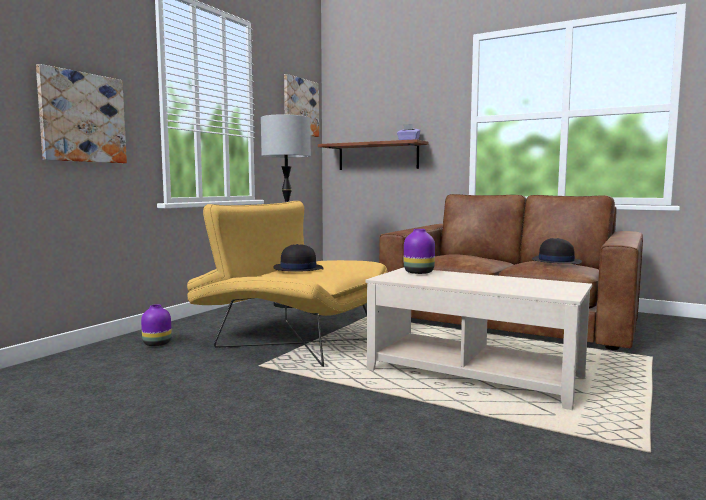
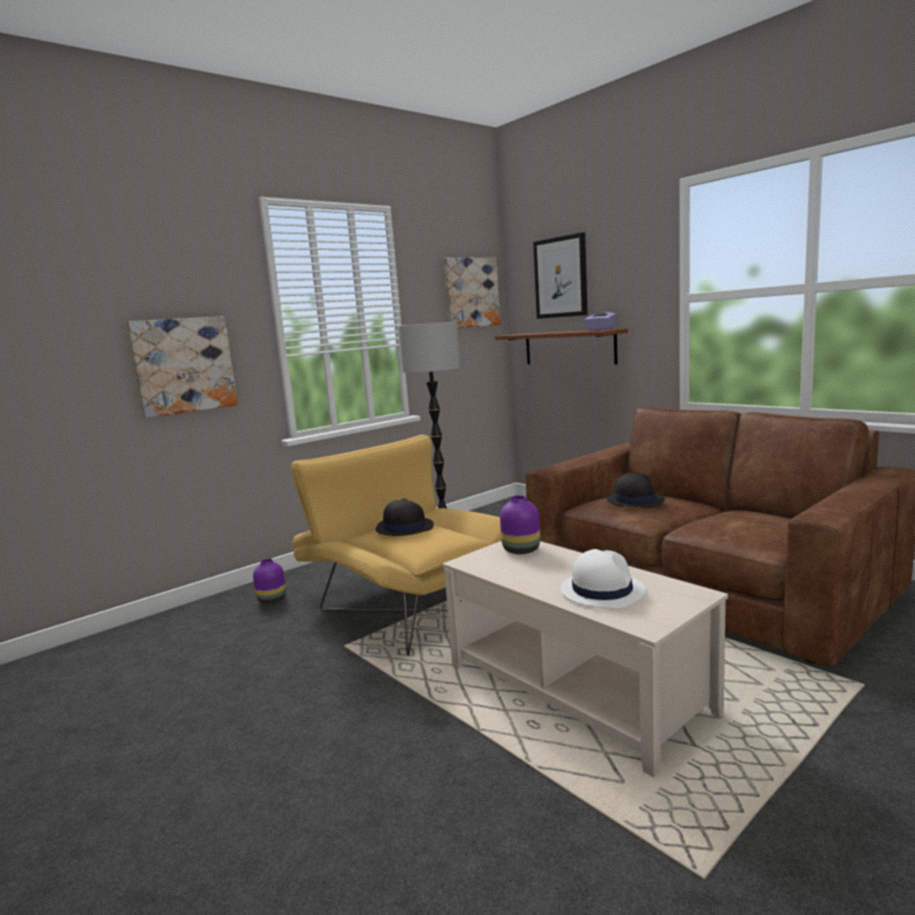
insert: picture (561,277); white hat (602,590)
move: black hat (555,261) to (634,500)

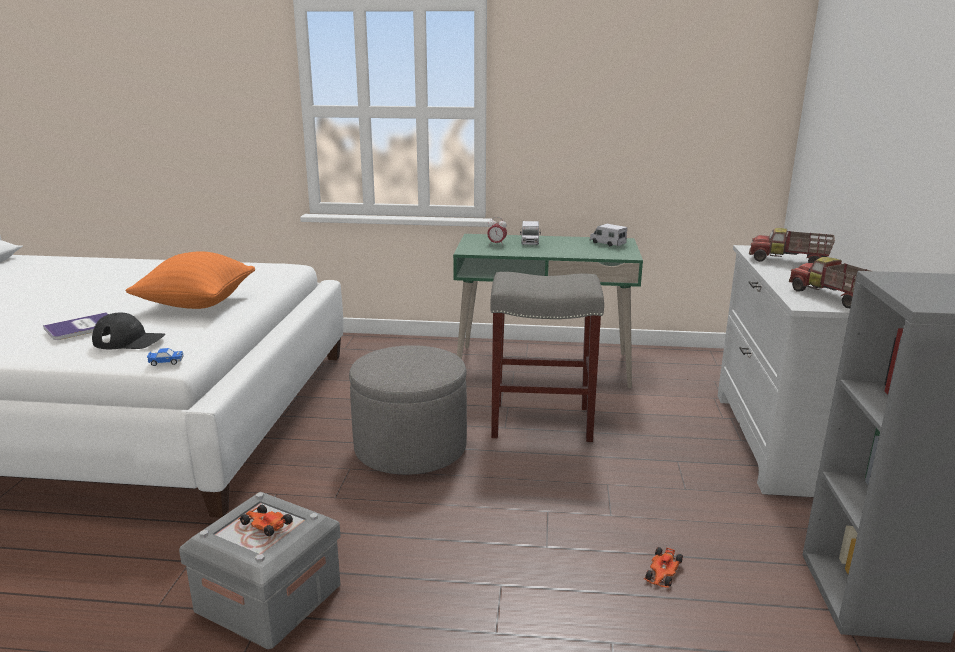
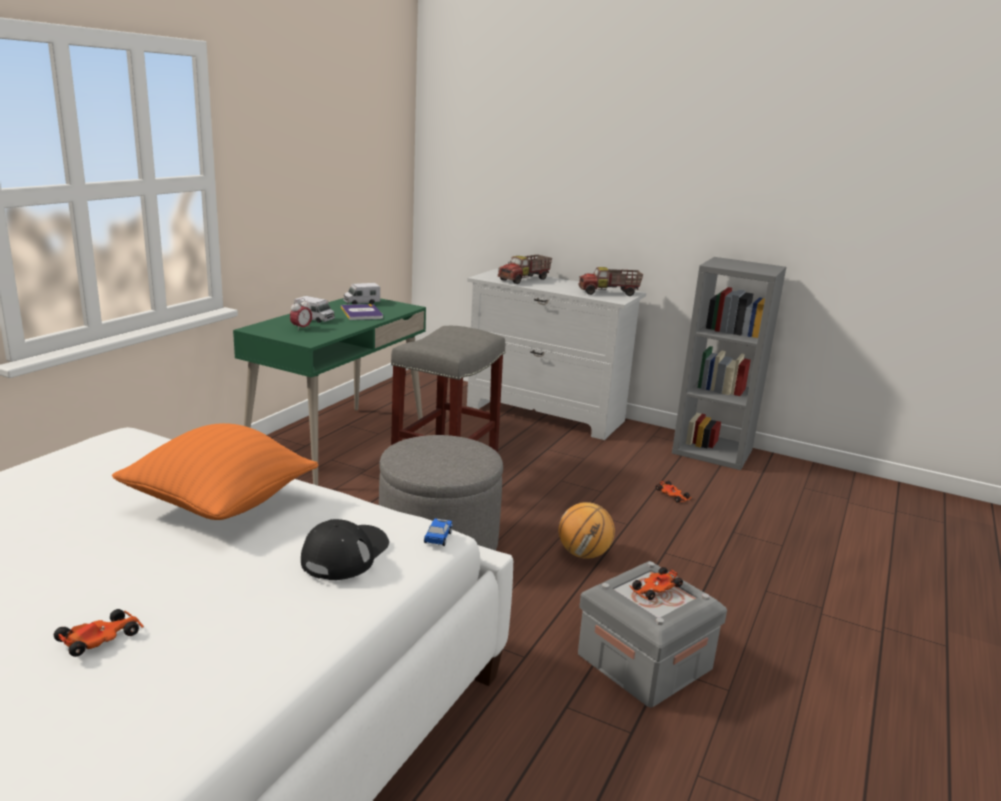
insert: toy car (101,639); basketball (584,554)
move: book (82,327) to (362,313)

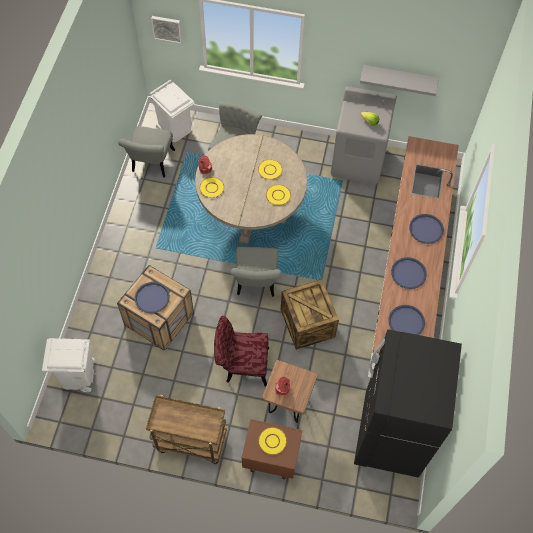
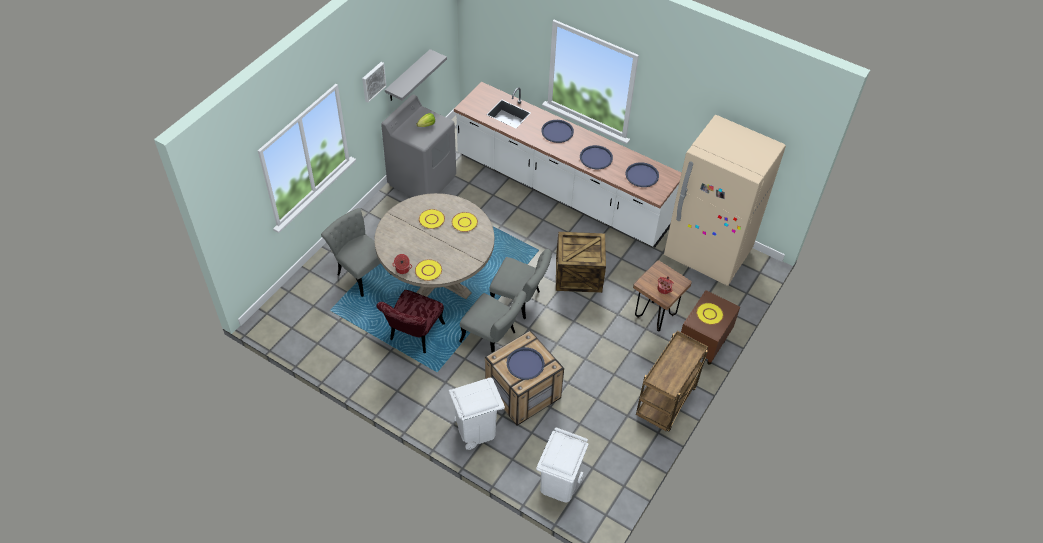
move: grey chair (151,165) to (493,339); white trash can (175,129) to (476,430); picture (167,28) to (373,81); red chair (242,365) to (414,336)
recolor: black fridge (390,435) to beige fridge (707,254)

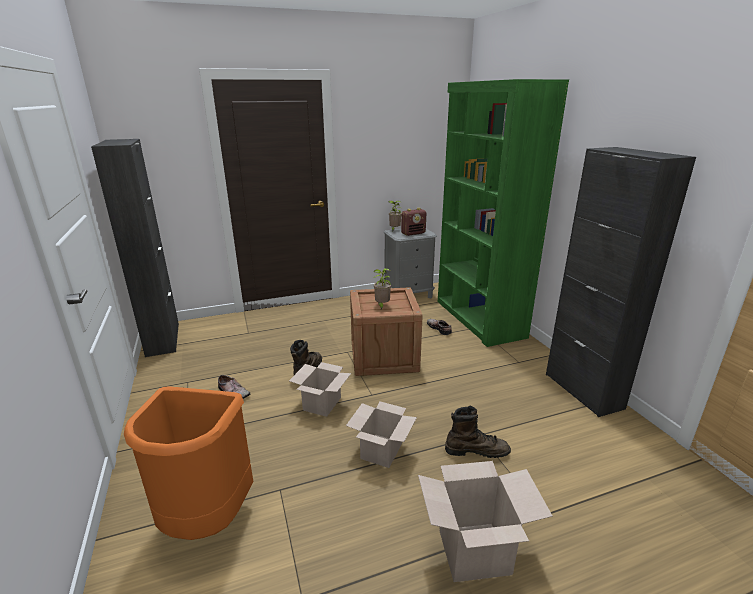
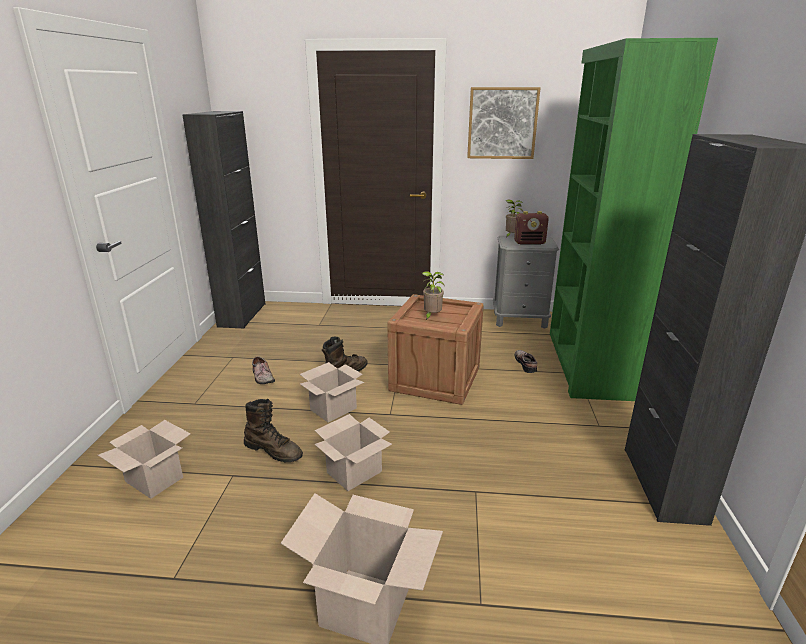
insert: picture (502,123)
move: brown boot (476,451) to (274,451)
replace: orange trash can (206,520) to cardboard box (156,479)

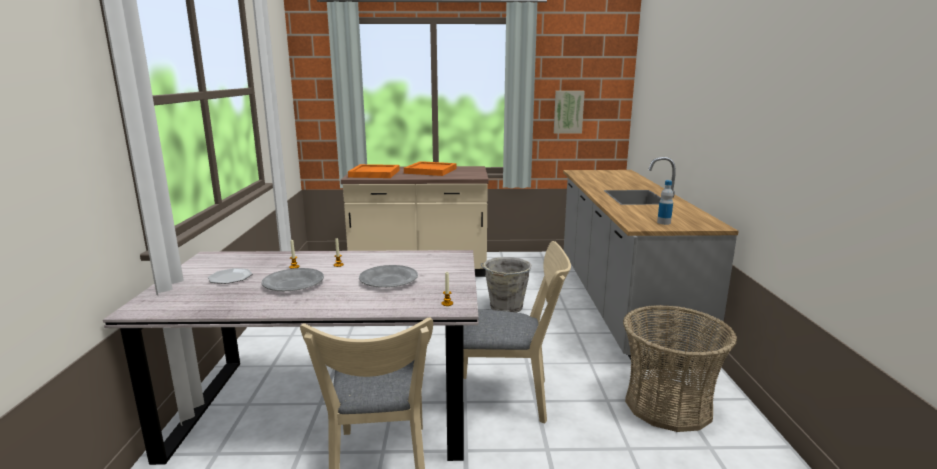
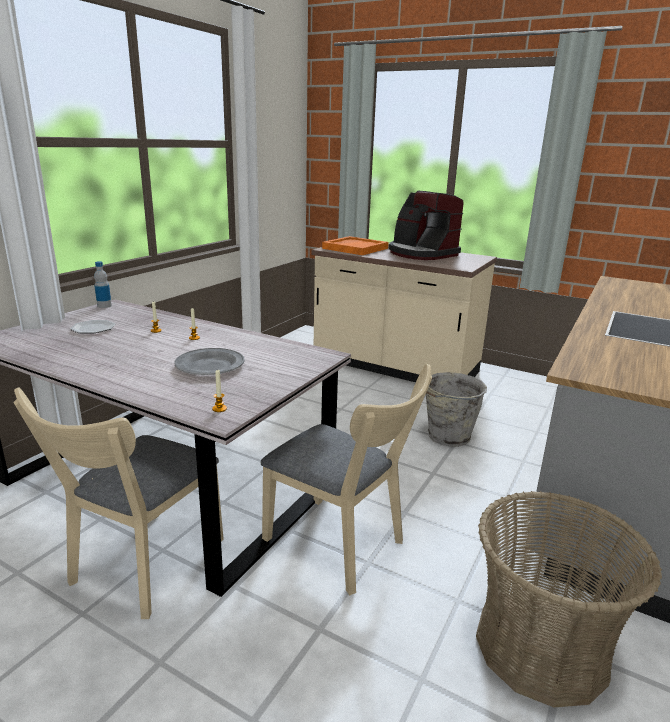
delete: grey plate (294,283); picture (568,112)
move: bottle (663,222) to (104,306)
replace: orange tray (431,171) to coffee machine (421,253)

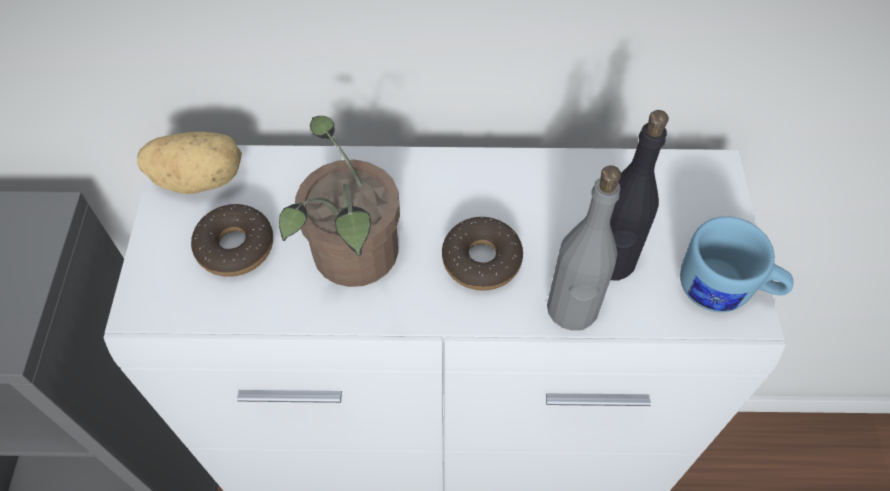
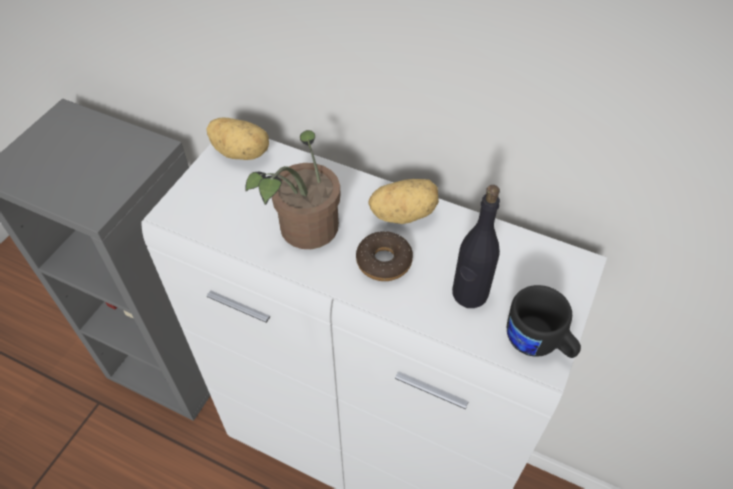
delete: donut (235,247); grey bottle (572,309)
insert: potato (403,213)
recolor: blue mug (725,291) to black mug (538,343)

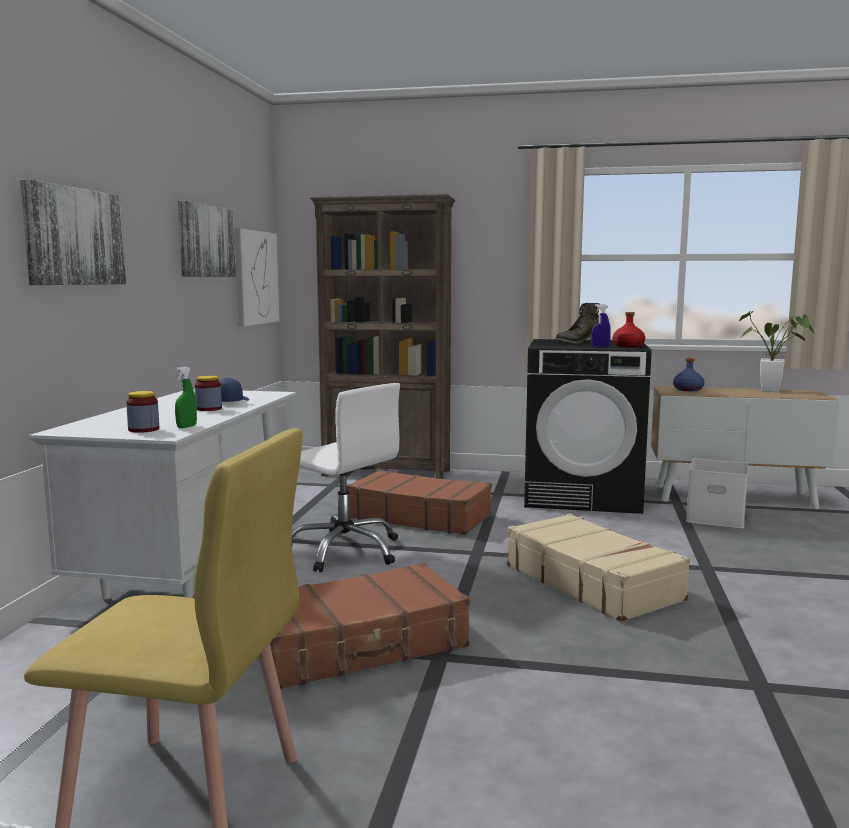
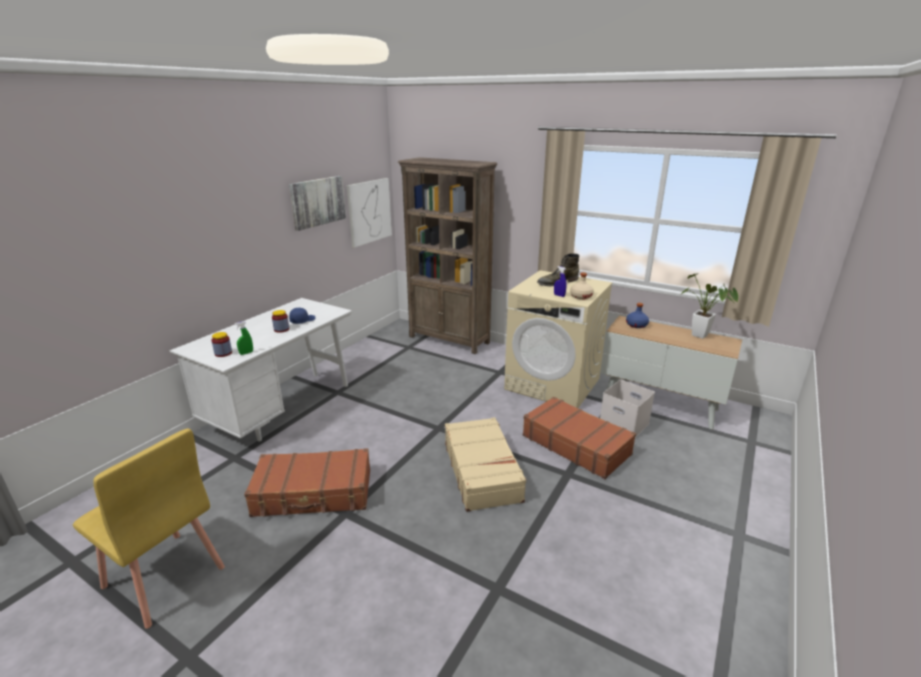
delete: picture (74,237); white office chair (345,550)
move: brown suitcase (419,516) to (576,444)
recolor: black washing machine (583,495) to beige washing machine (553,384); red bottle (628,346) to beige bottle (581,296)

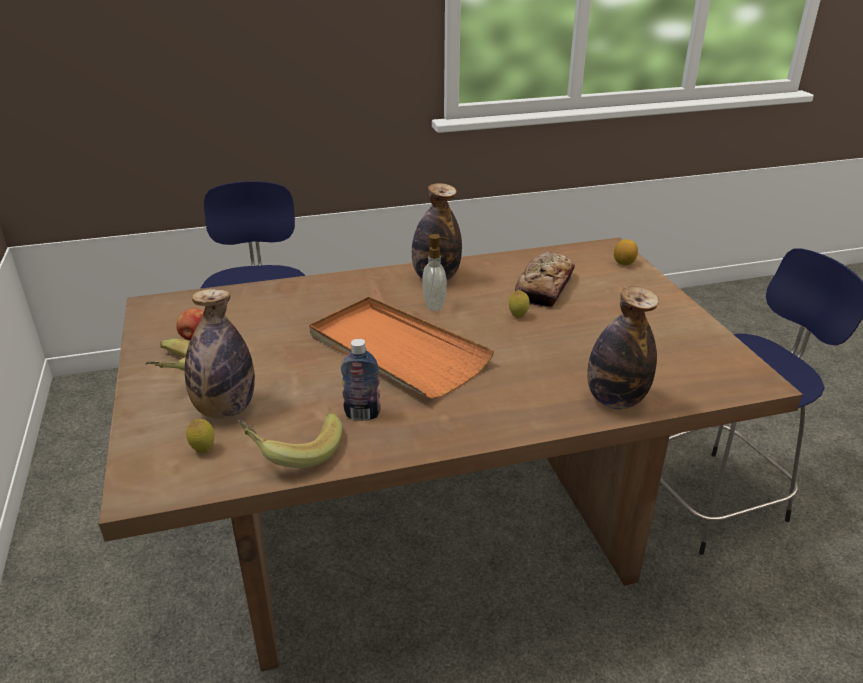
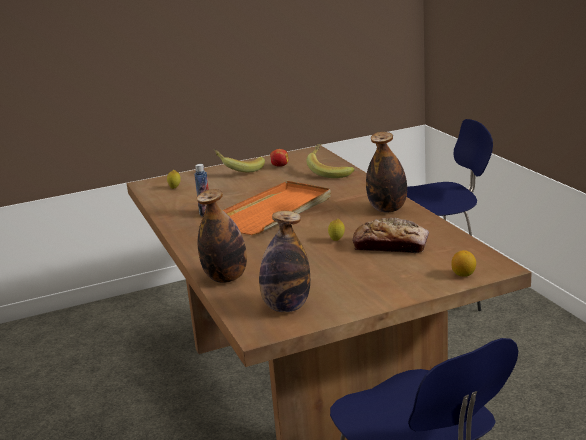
delete: soap dispenser (435,305)
move: bottle (225,409) to (286,307); banana (293,450) to (330,172)

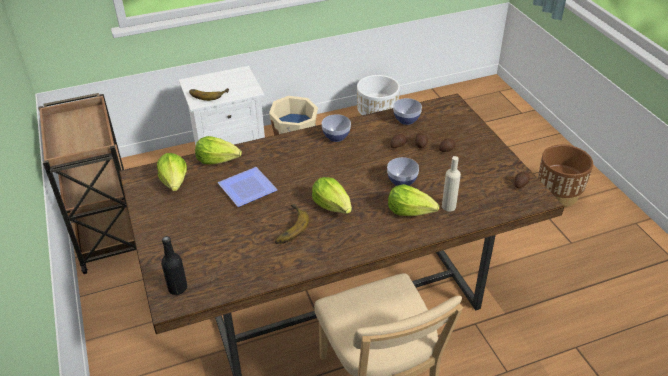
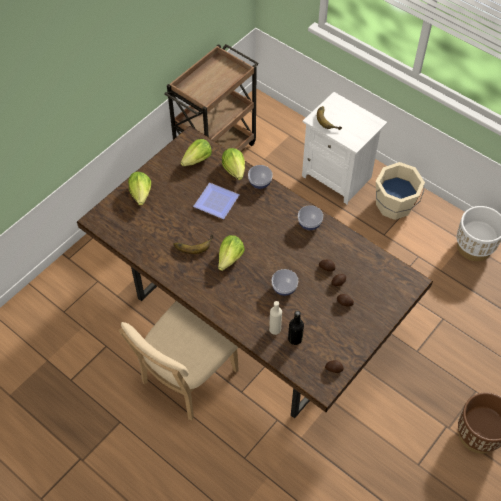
move: black bottle (177,288) to (295,339); lettuce (410,211) to (141,194); bowl (406,120) to (260,183)

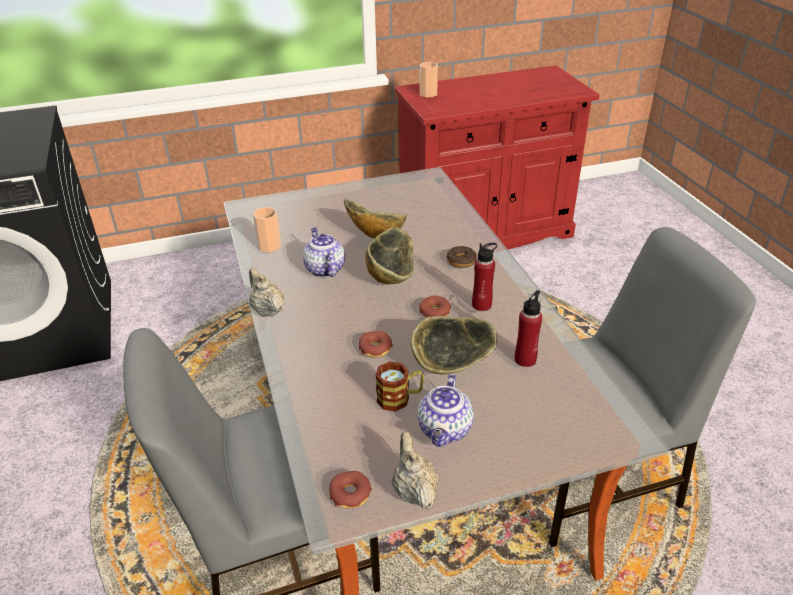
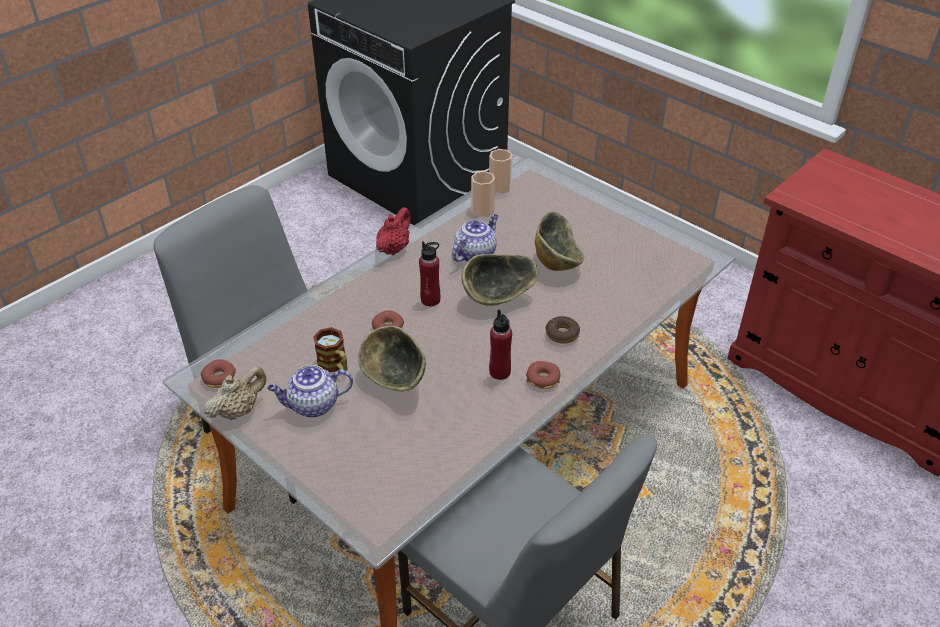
move: donut (435,312) to (543,379); cup (428,94) to (500,187); red bottle (525,359) to (430,300)
recolor: beige teapot (267,310) to red teapot (394,248)

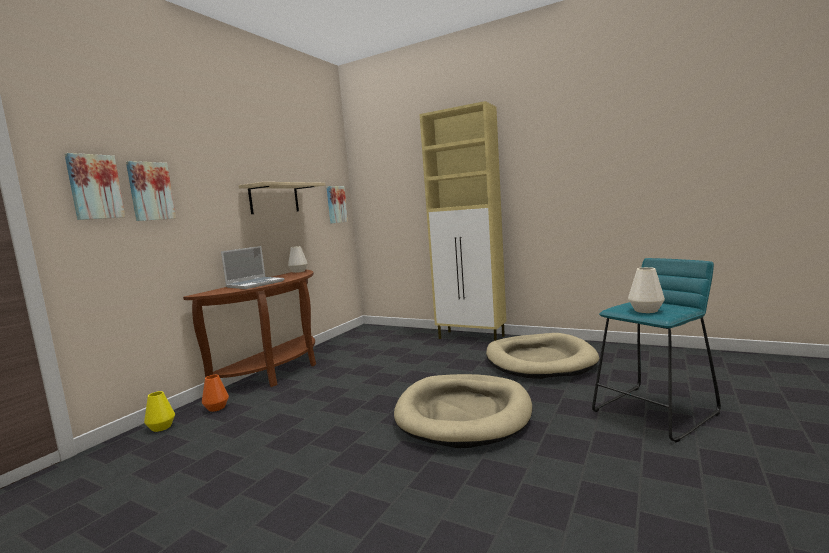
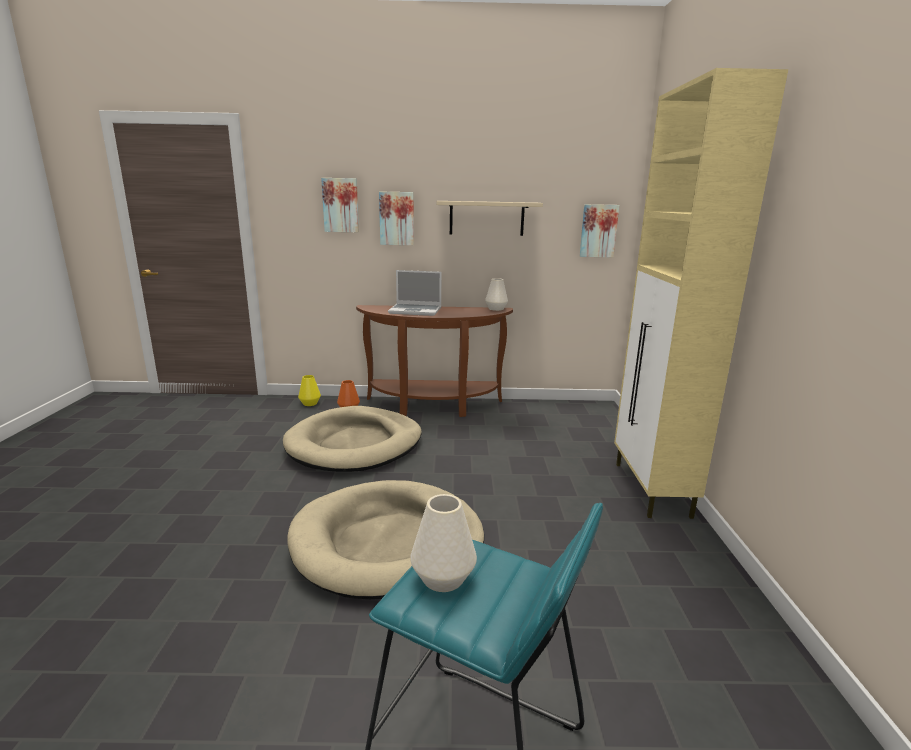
move: picture (94,187) to (397,218); beige dog bed (539,360) to (355,444)

